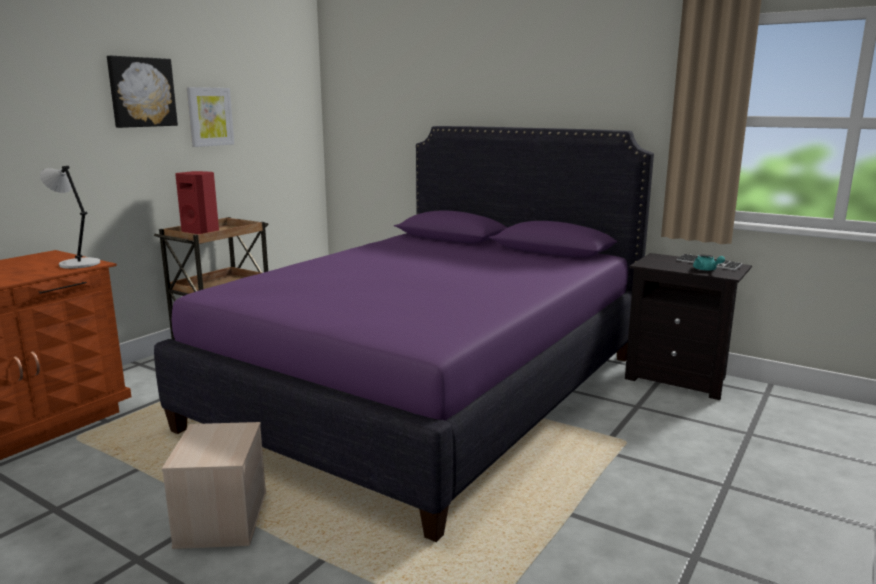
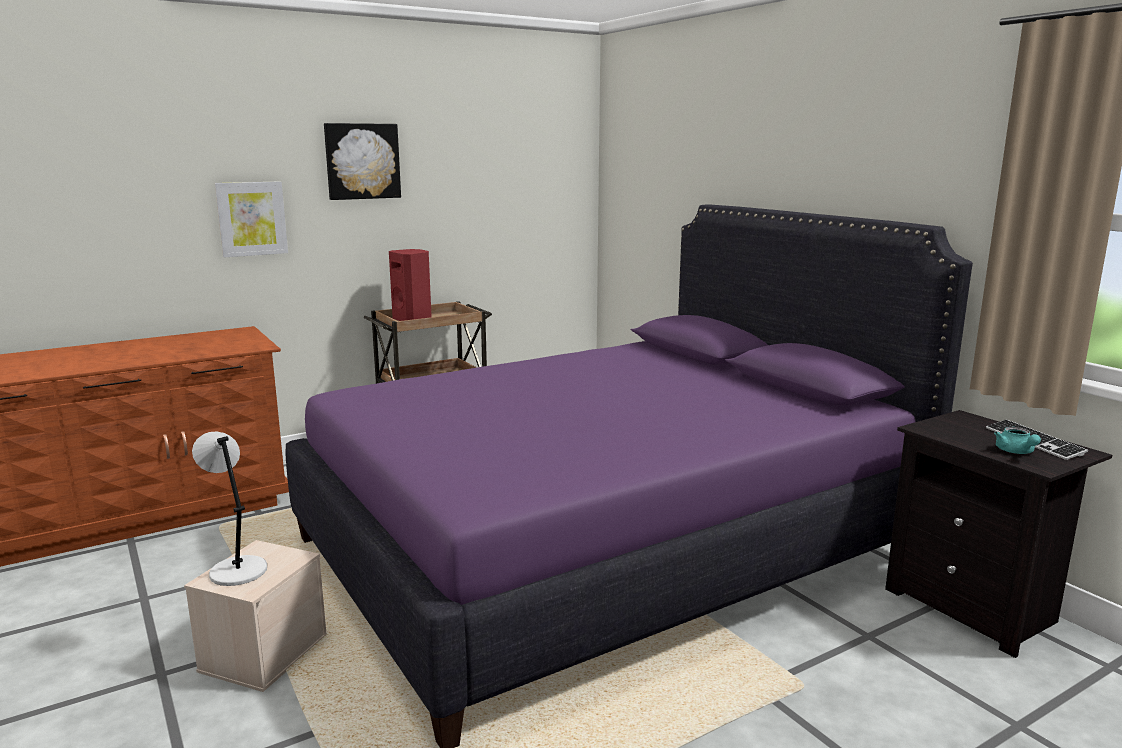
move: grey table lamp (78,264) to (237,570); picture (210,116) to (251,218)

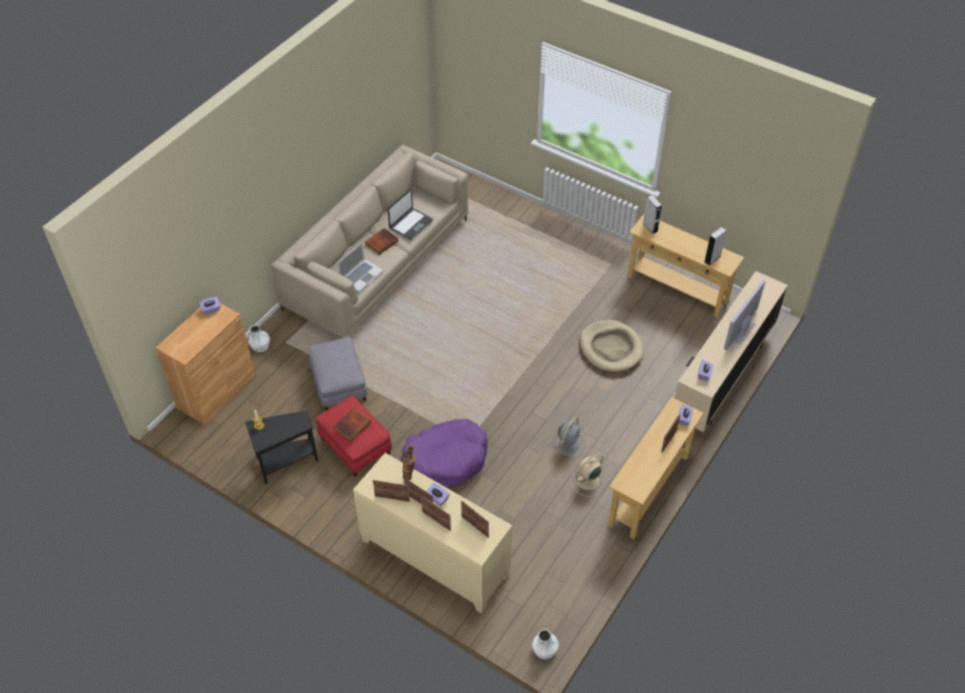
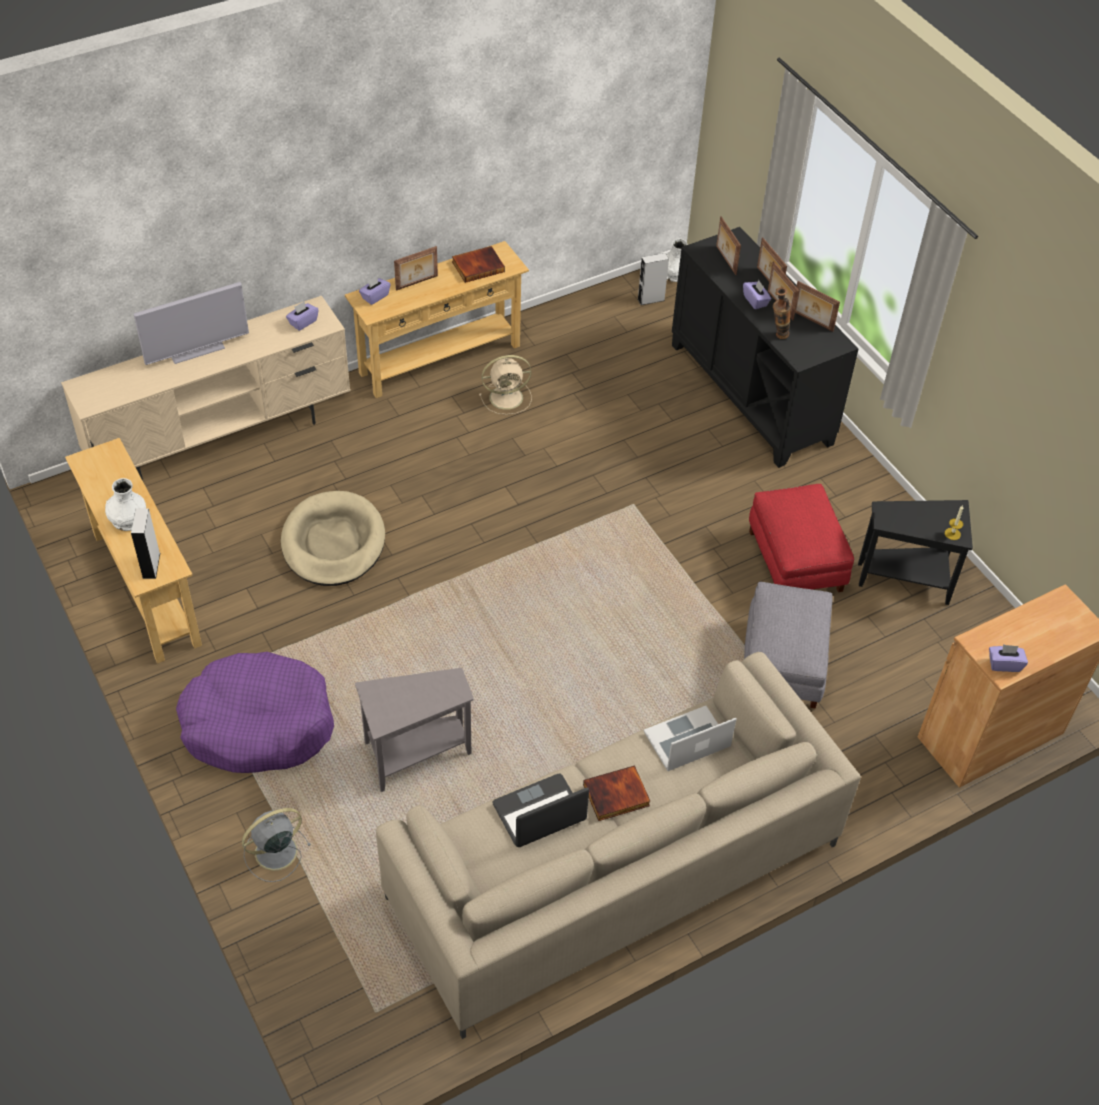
insert: grey side table (414,755)
move: white vase (260,345) to (128,519); book (353,426) to (478,266); purple dog bed (446,459) to (258,724); grey fan (568,445) to (274,852); grey speaker (712,259) to (651,299)
recolor: beige cabinet (434,558) to black cabinet (751,393)

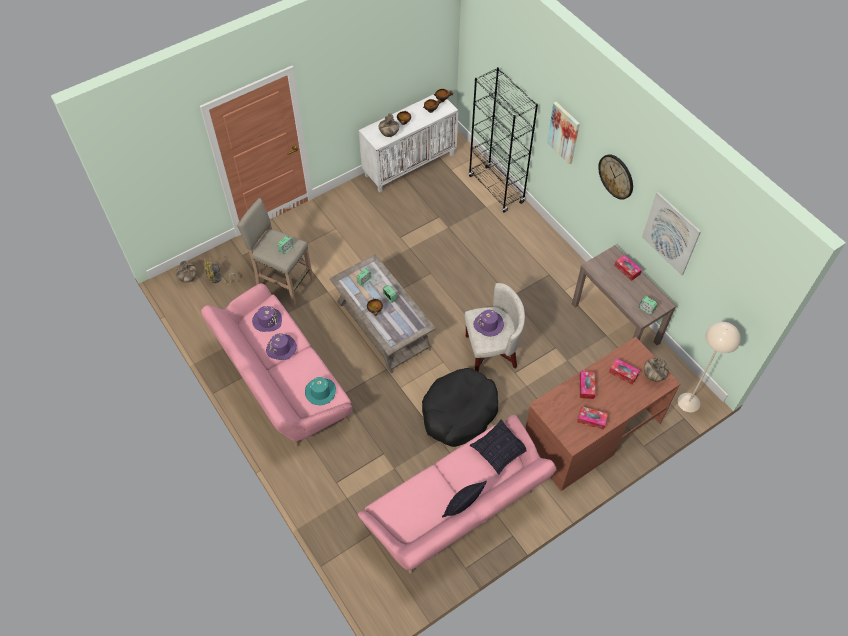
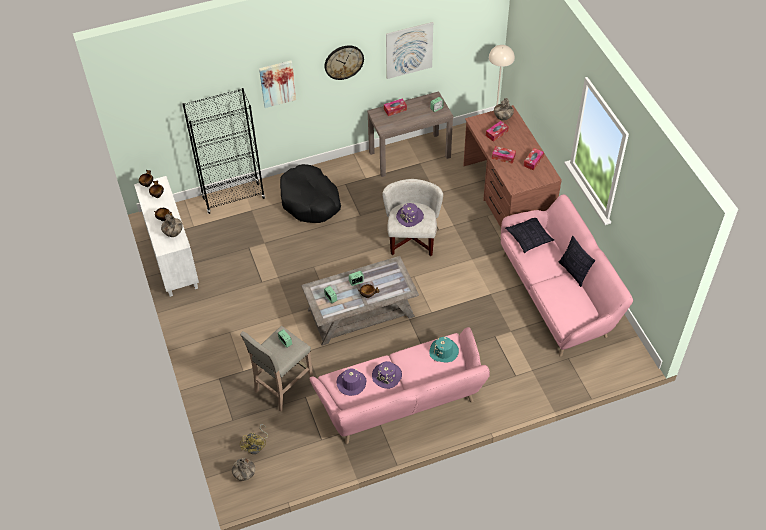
move: black dog bed (459,412) to (310,201)

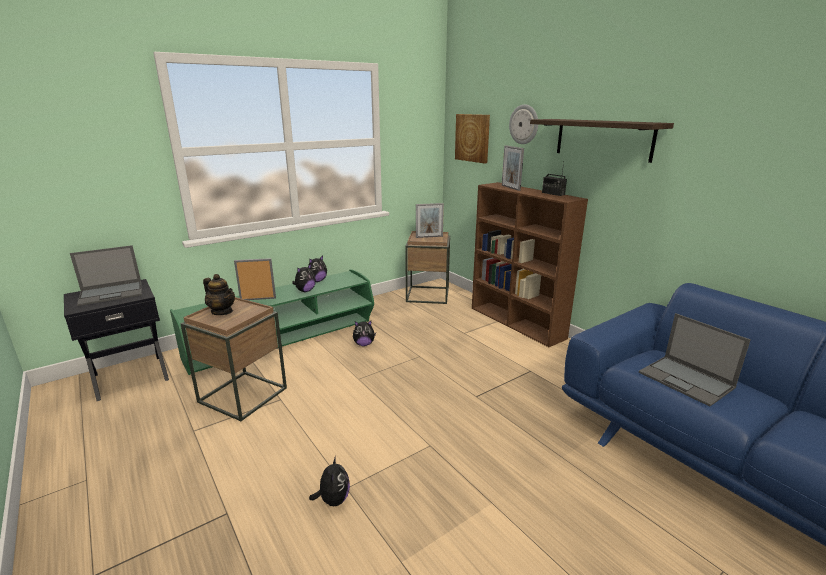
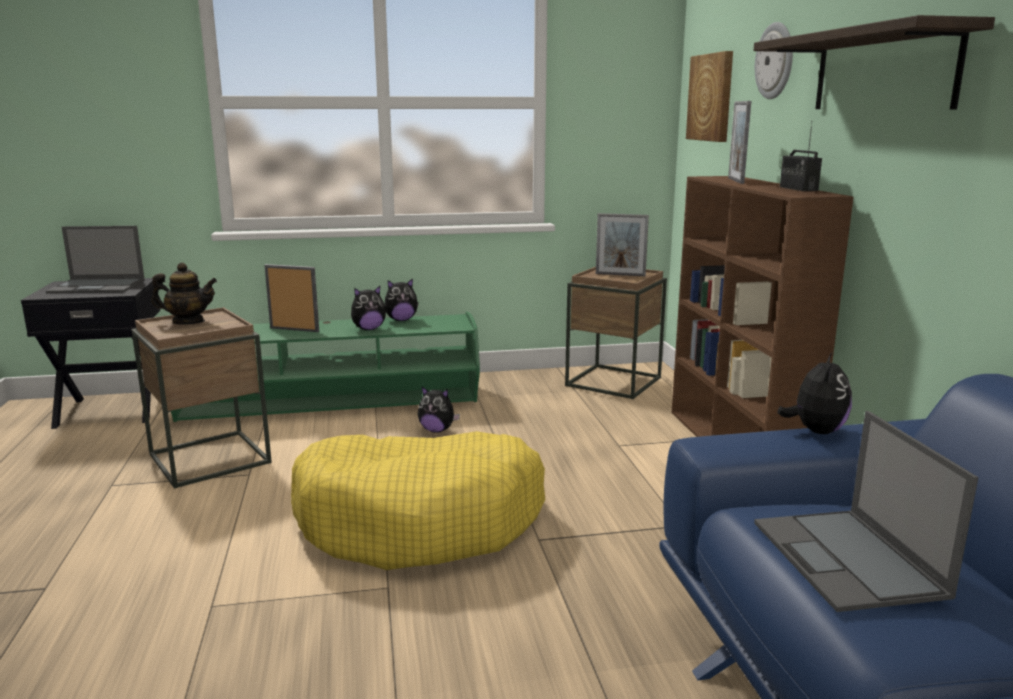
insert: yellow dog bed (420,521)
move: plush toy (333,500) to (815,431)
rotate: teapot (222,311) = (188,322) 60 degrees counterclockwise

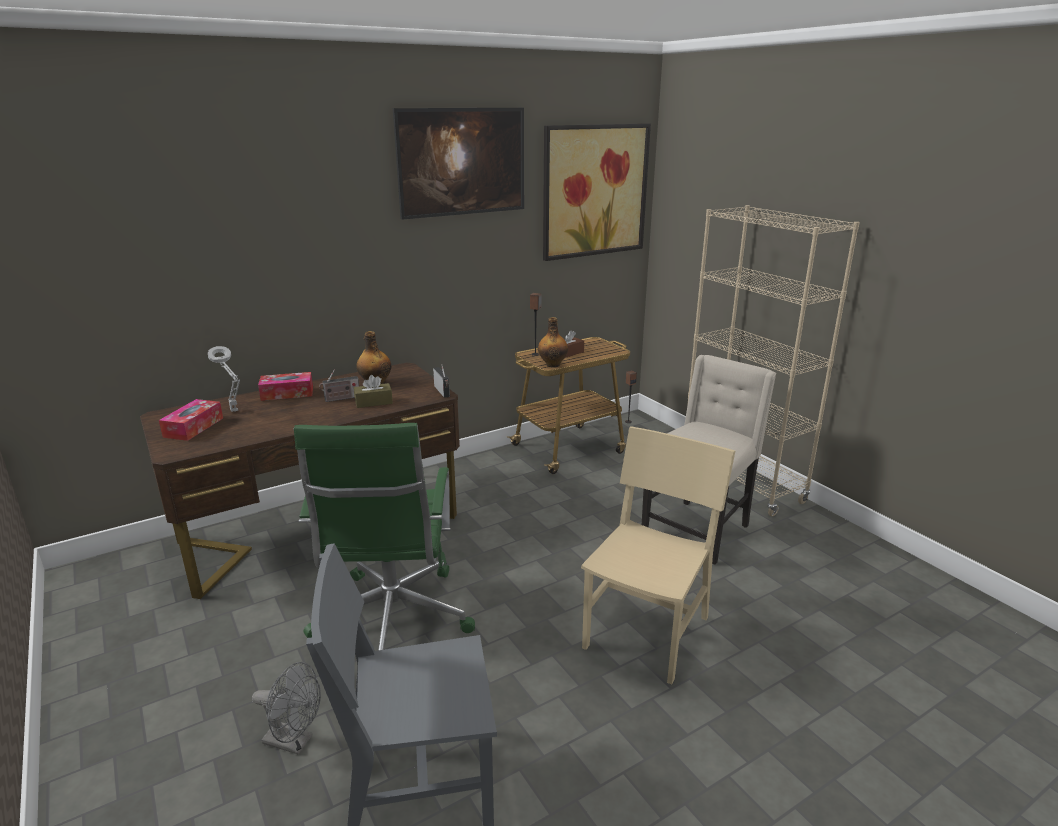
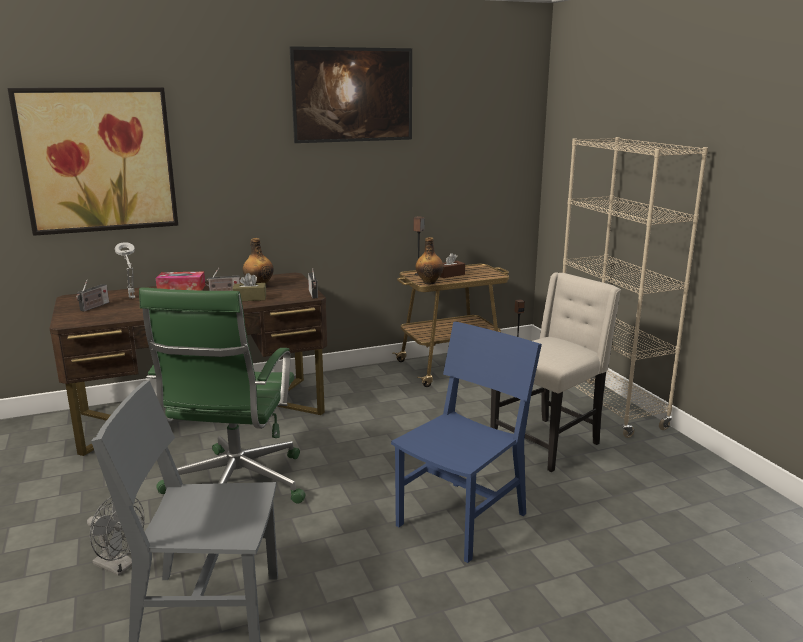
move: picture (594,191) to (98,160)
replace: tissue box (193,427) to radio (94,307)
recolor: beige chair (647,632) to blue chair (462,519)

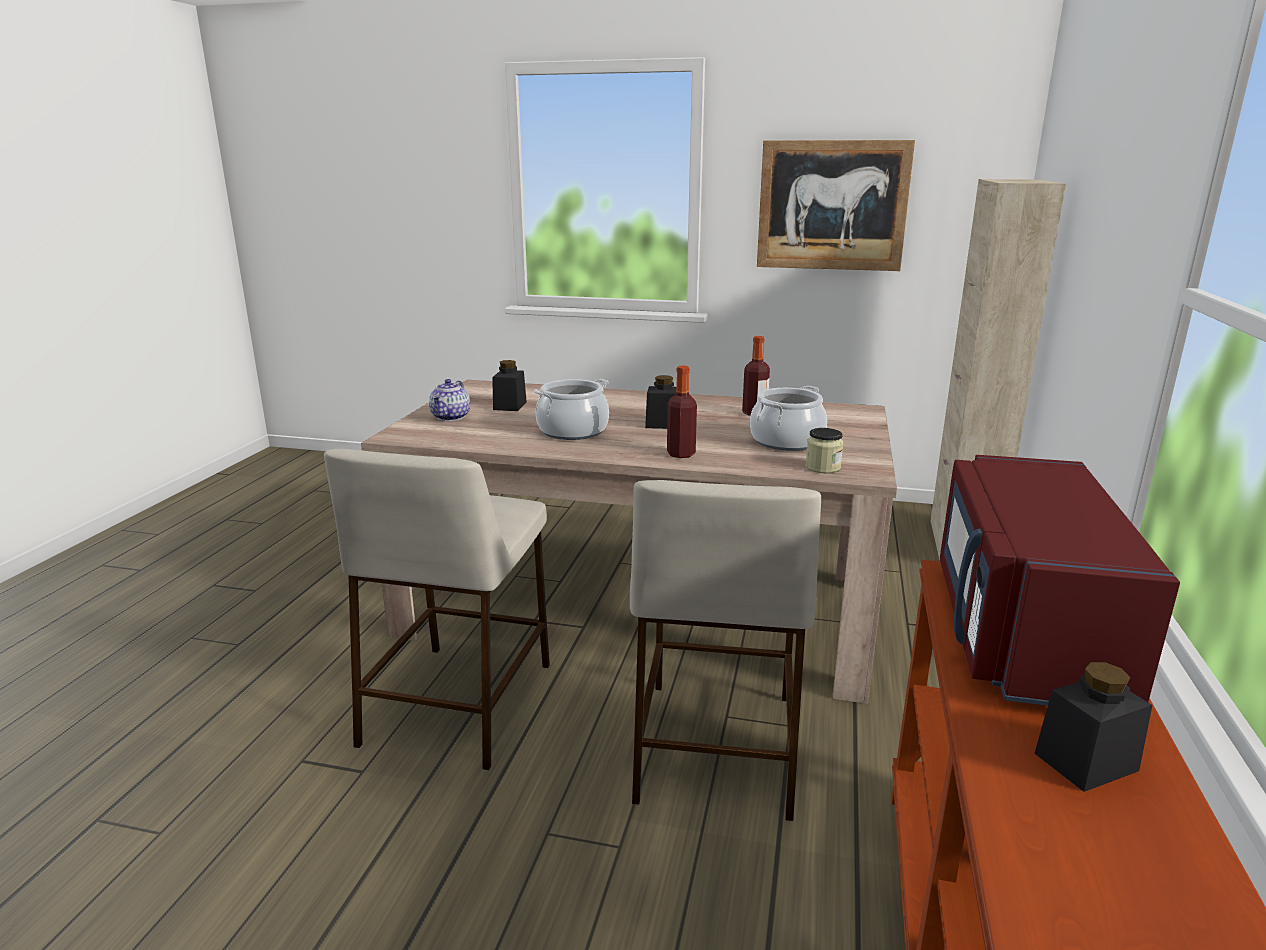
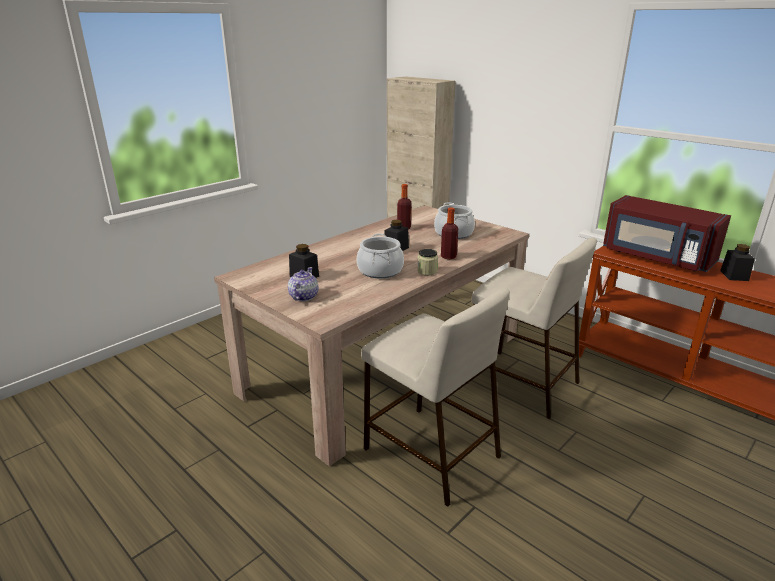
delete: picture (832,206)
move: jar (823,467) to (427,271)
rotate: teapot (451,417) = (303,297) 120 degrees counterclockwise

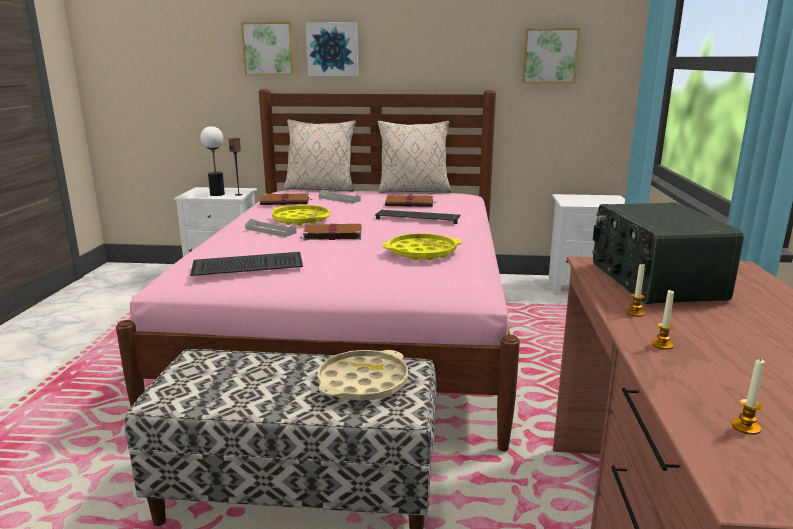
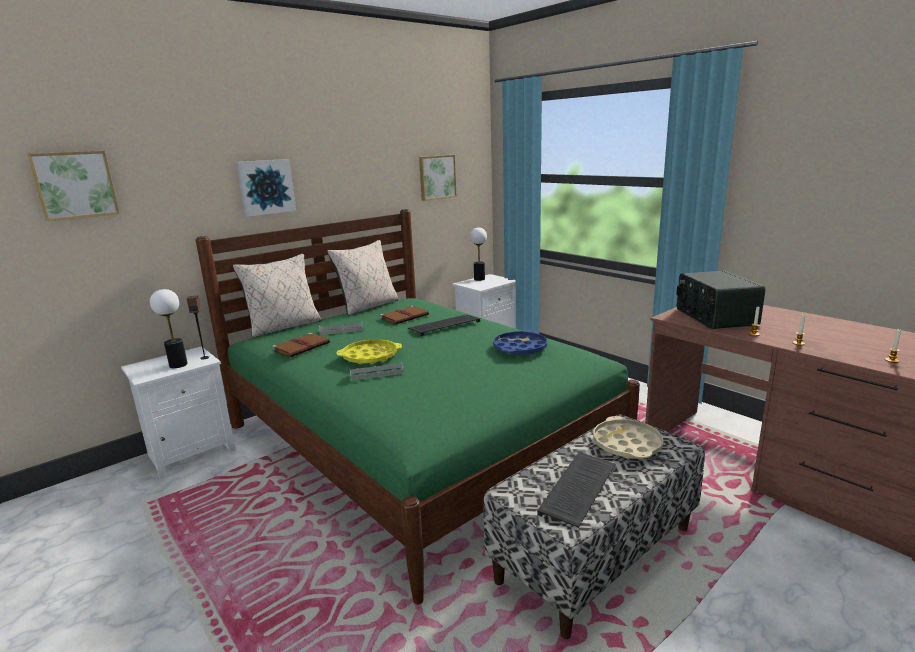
delete: brown book (331,234)
insert: table lamp (479,279)
move: keyboard (246,267) to (579,490); picture (269,48) to (75,185)
recolor: pink bed (355,333) to green bed (416,442); yellow tray (421,252) to blue tray (520,348)
rotate: radio (653,281) = (714,317) 45 degrees clockwise

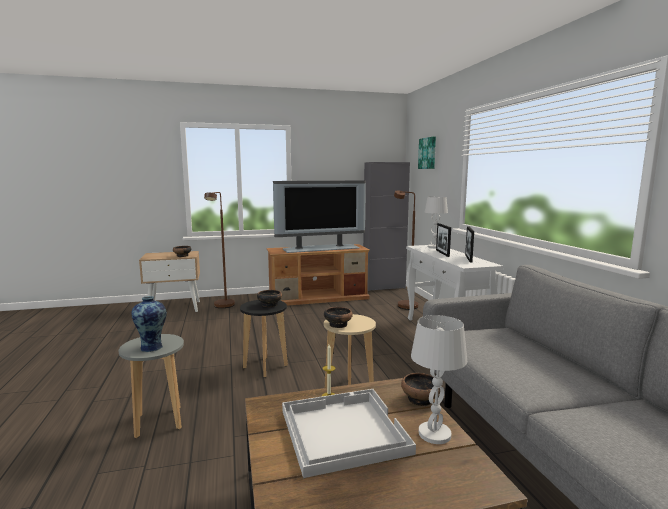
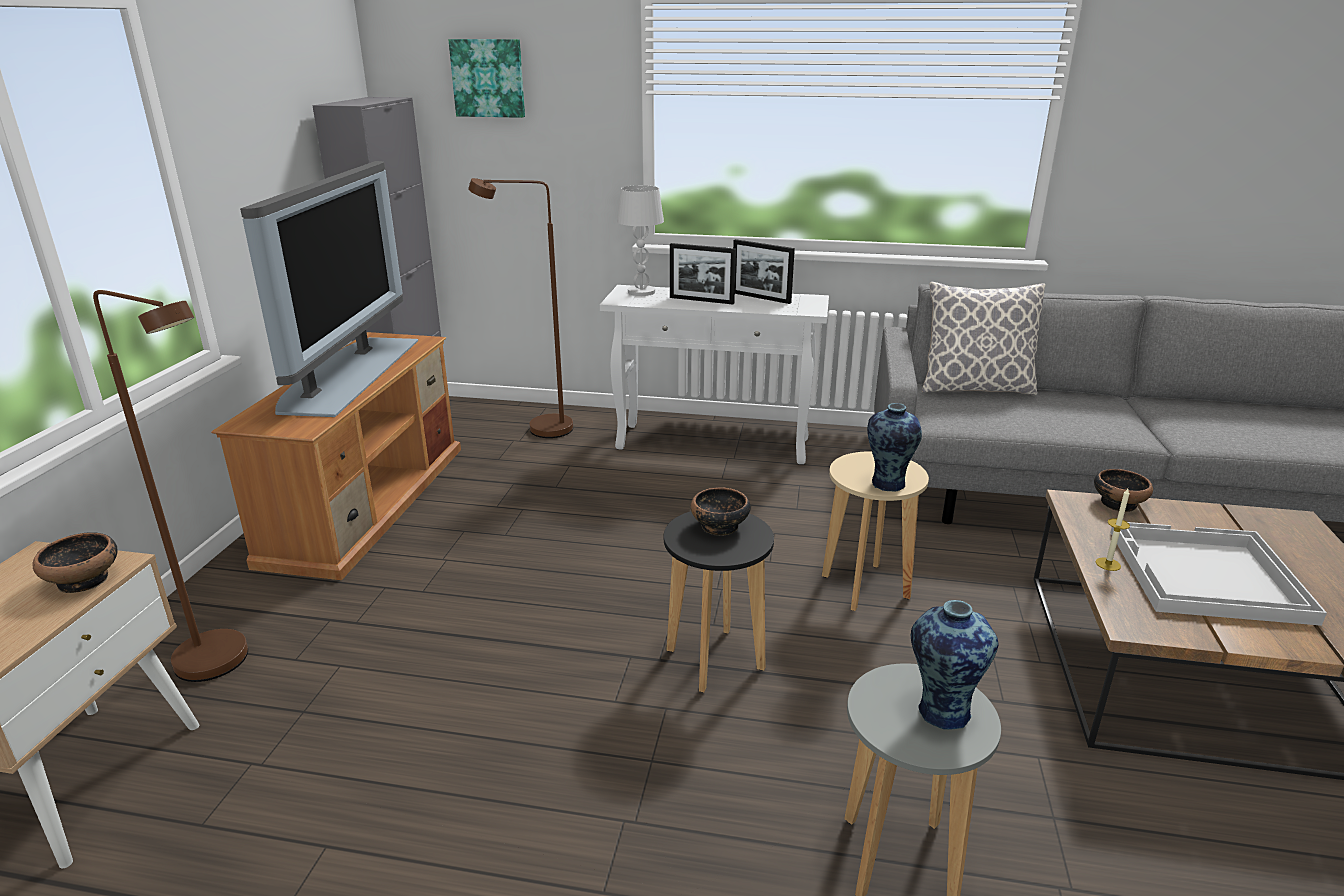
delete: white table lamp (434,433)
insert: pillow (975,388)
replace: bowl (338,324) to vase (887,484)

